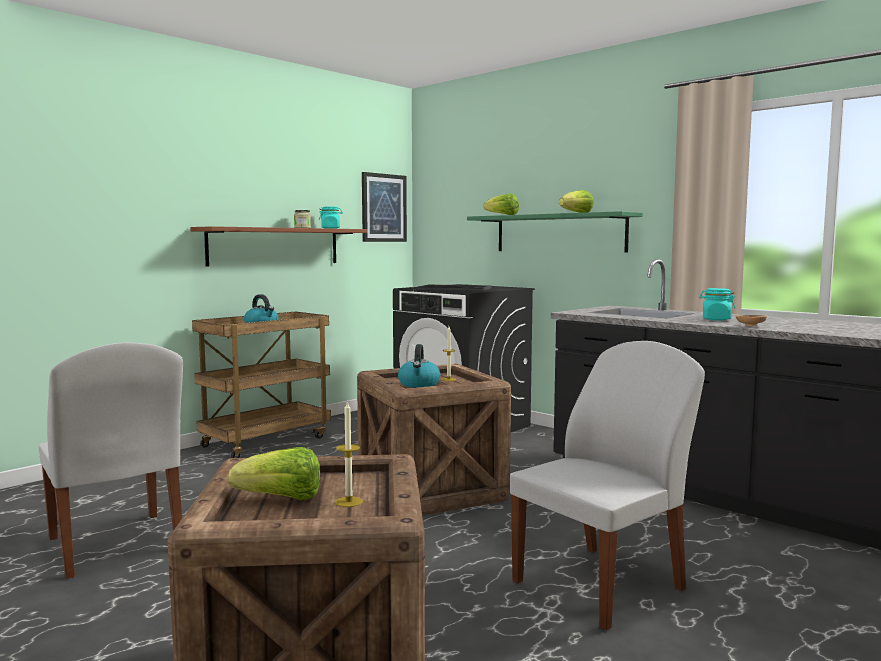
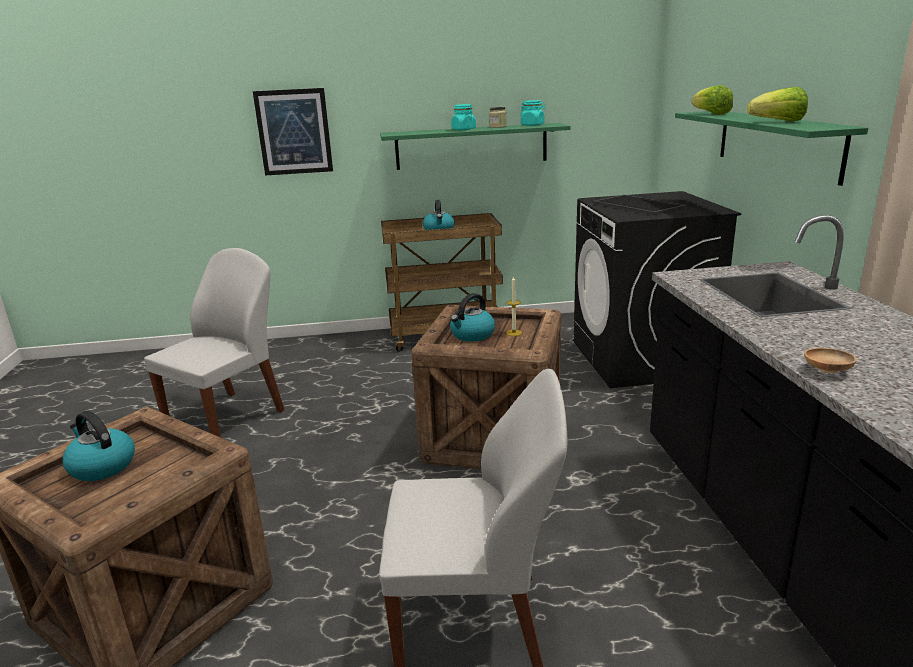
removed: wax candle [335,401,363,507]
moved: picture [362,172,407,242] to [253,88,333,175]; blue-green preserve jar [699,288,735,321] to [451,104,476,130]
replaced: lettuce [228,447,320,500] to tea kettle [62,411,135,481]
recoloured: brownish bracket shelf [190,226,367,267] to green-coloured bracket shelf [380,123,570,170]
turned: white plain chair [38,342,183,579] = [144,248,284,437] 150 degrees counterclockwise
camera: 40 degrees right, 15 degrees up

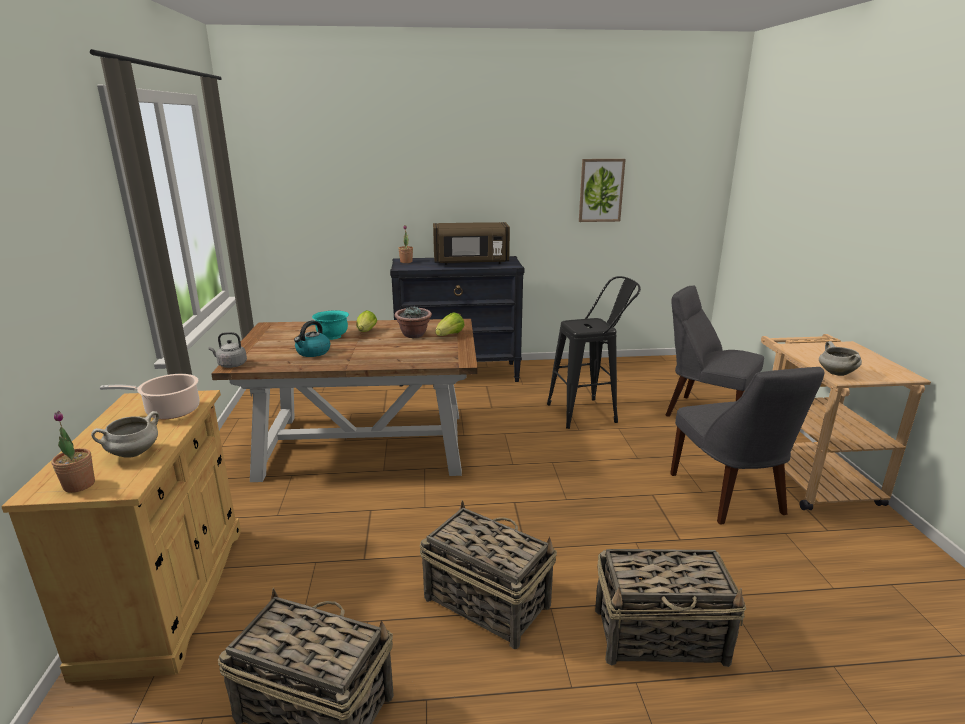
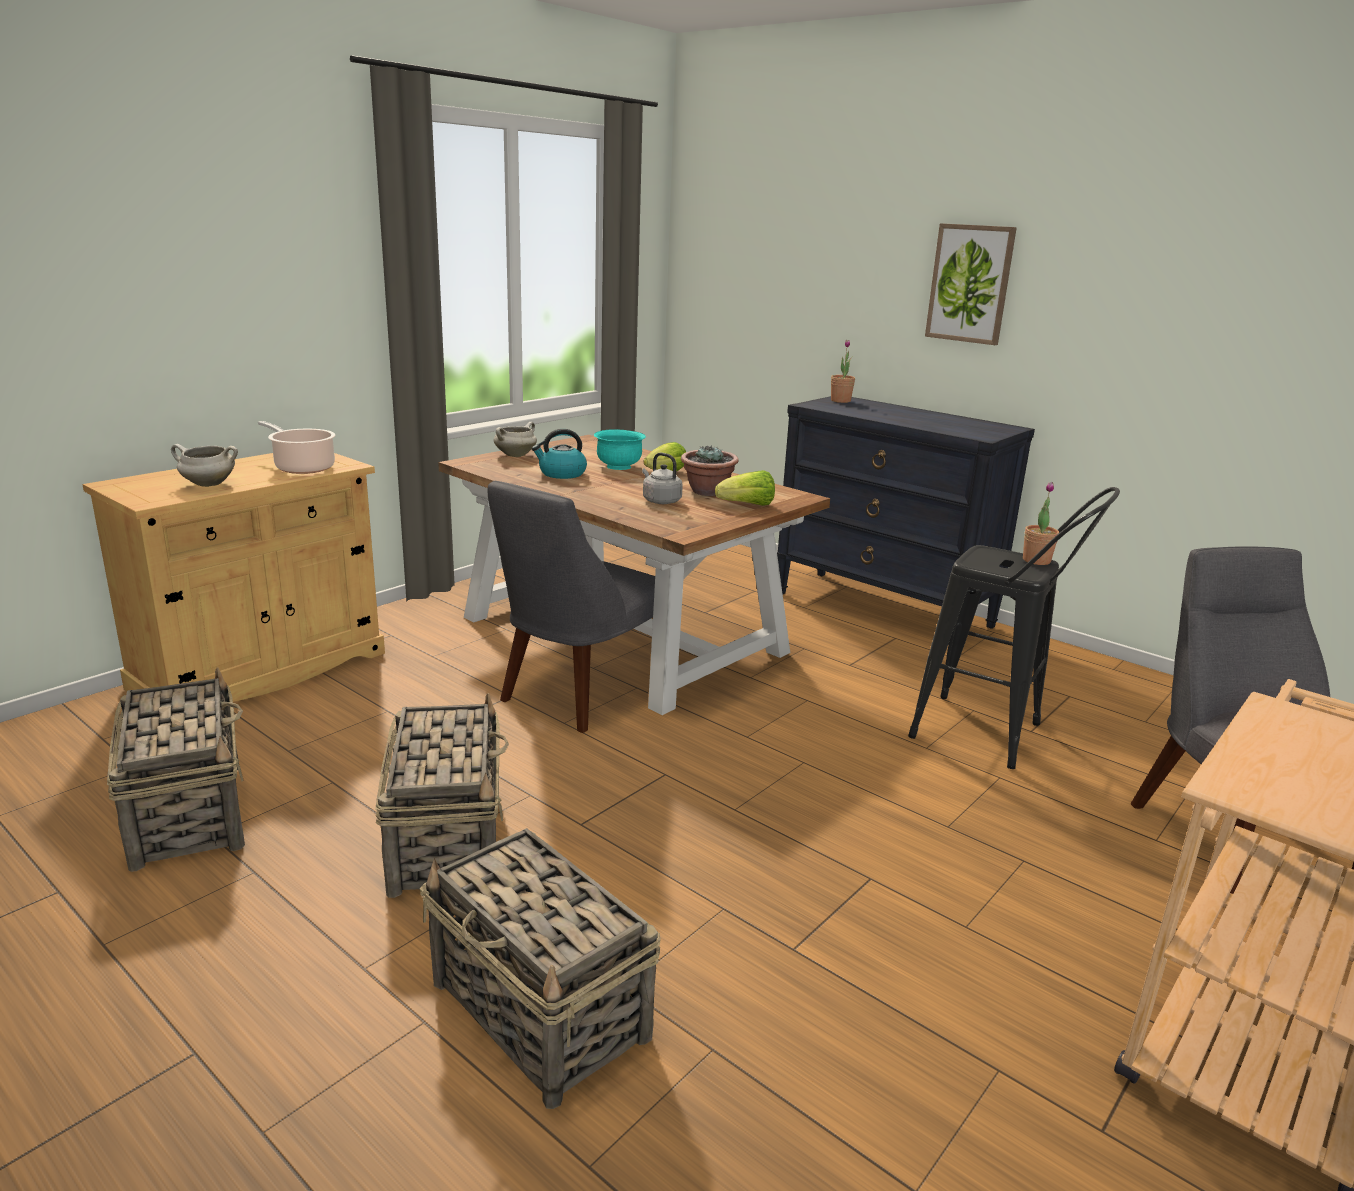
removed: brownish microwave oven [433,222,510,265]
moved: houseplant [51,411,95,493] to [1023,482,1059,565]; greyish tea kettle [209,332,247,368] to [642,452,683,504]; picture [579,159,626,222] to [925,223,1017,345]; greyish plain chair [670,367,824,525] to [488,481,655,733]; white cooking pot [819,341,862,376] to [494,422,537,457]
camera: 45 degrees right, 0 degrees up

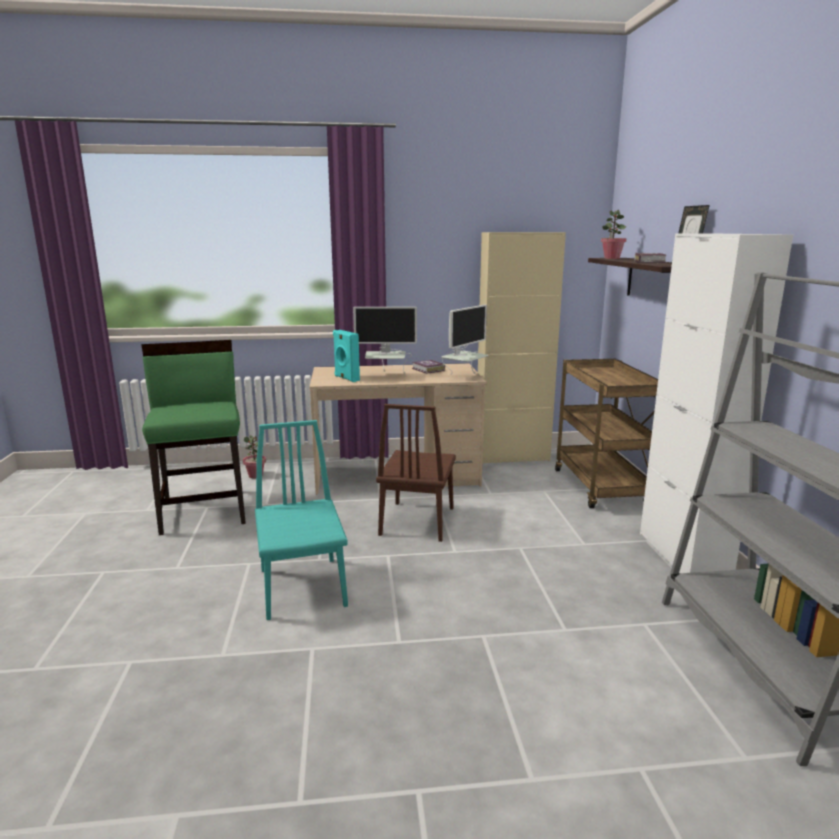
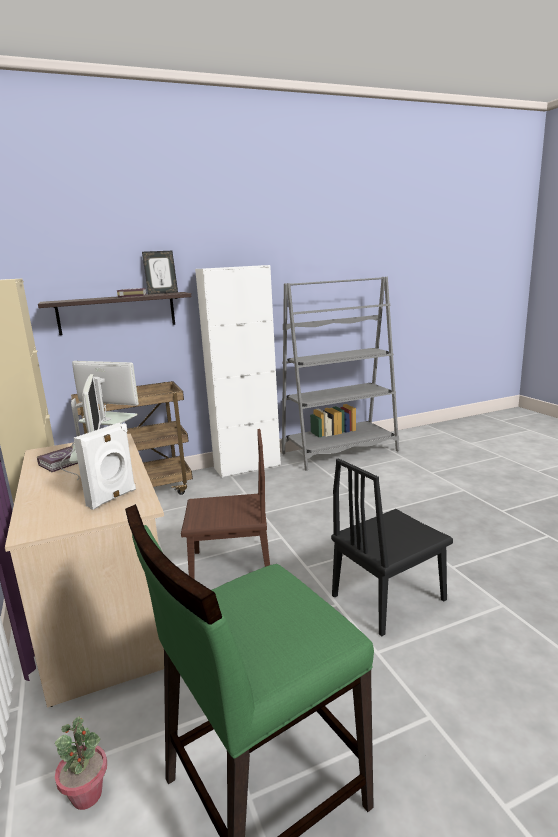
removed: houseplant [601,210,627,259]
recoloured: blue-green plain chair [255,420,348,620] to black-coloured plain chair [331,458,453,636]; blue-green loudspeaker [333,330,360,382] to white loudspeaker [74,423,136,510]
camera: 105 degrees left, 0 degrees up

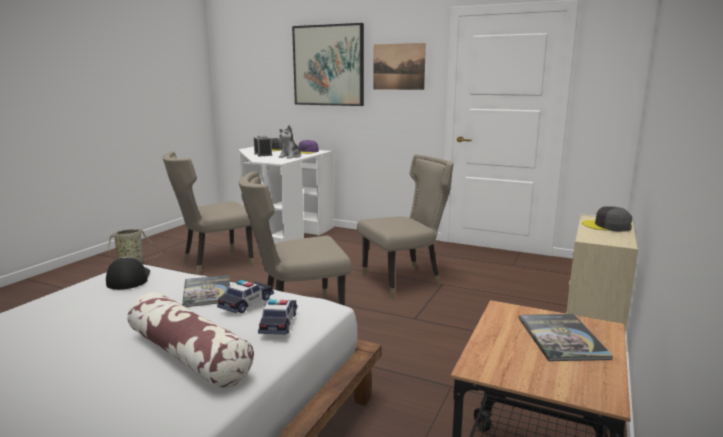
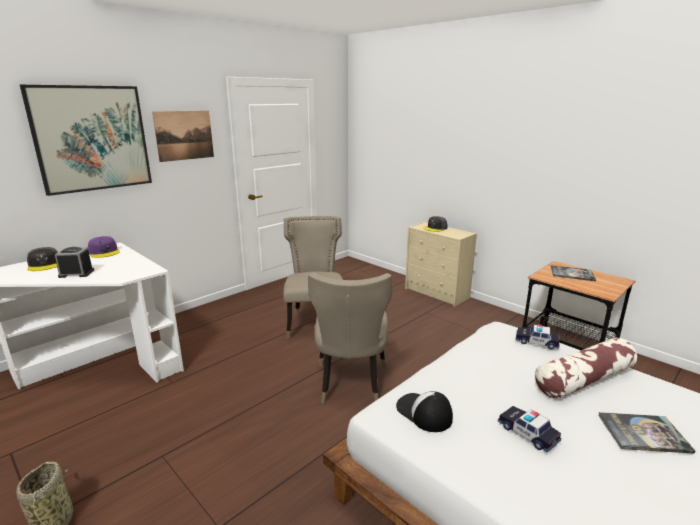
removed: beige plain chair [163,151,254,275]; plush toy [279,125,301,158]
moved: bound book [182,275,230,307] to [598,412,695,454]; miniature car [217,280,274,313] to [498,406,562,452]
turned: cap [106,257,150,290] = [396,391,453,432] 45 degrees clockwise
camera: 70 degrees left, 5 degrees up

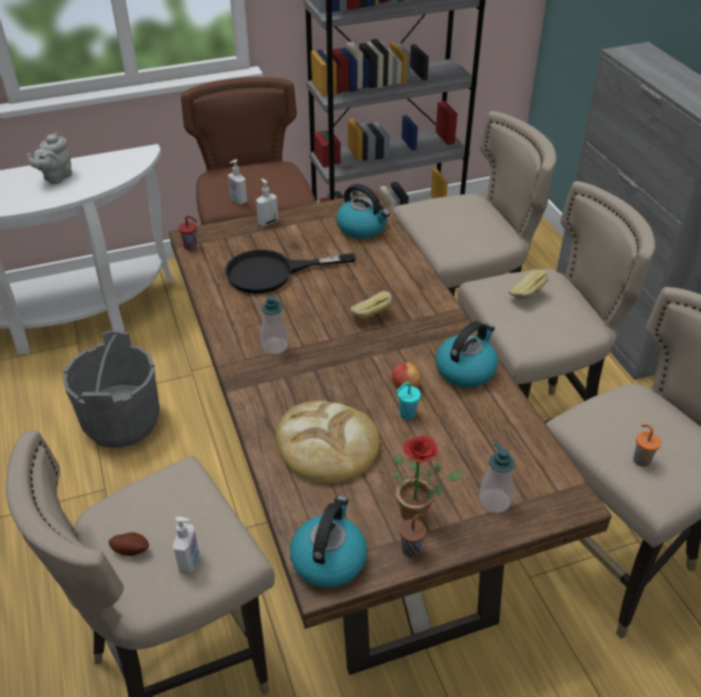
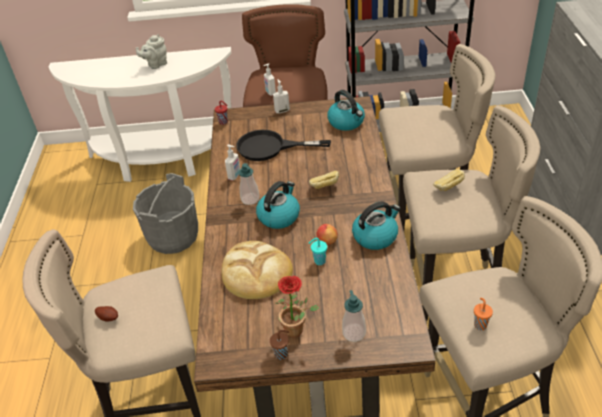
moved: liquid soap bottle [173,516,199,574] to [225,144,240,180]; tea kettle [290,496,367,588] to [256,181,300,229]
camera: 20 degrees right, 0 degrees up

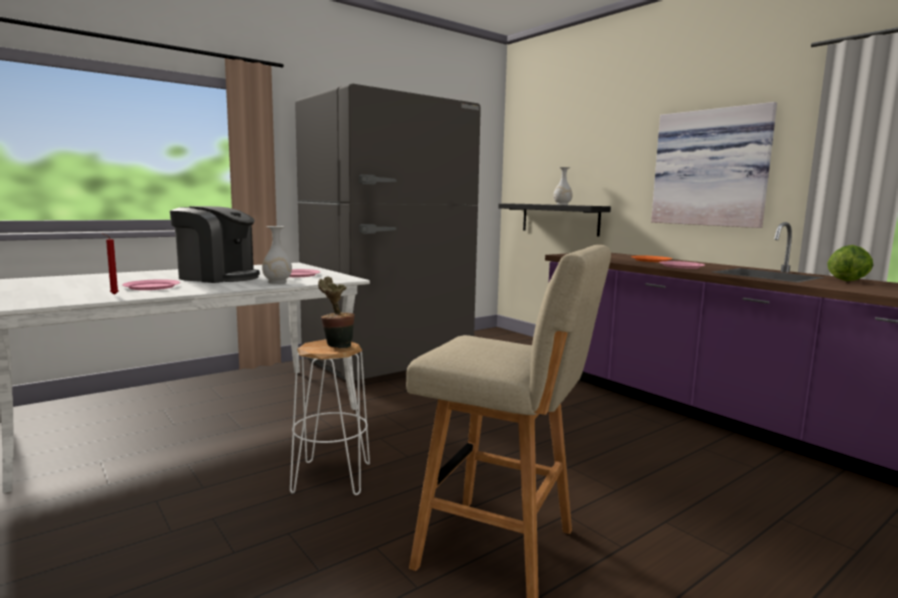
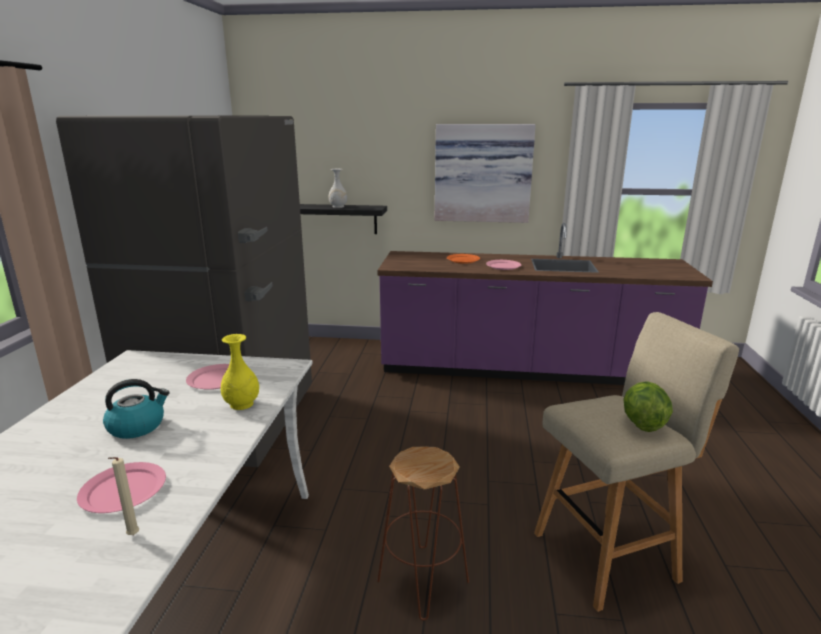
removed: houseplant [318,277,355,348]
moved: lettuce [827,245,873,281] to [624,381,673,432]
replaced: coffee machine [170,206,260,283] to tea kettle [103,379,169,439]
recoloured: reddish wax candle [102,233,118,295] to beige wax candle [108,457,139,535]; white vase [262,226,292,284] to yellow vase [220,334,259,410]; white sitting stool [290,339,370,495] to brownish sitting stool [377,447,469,621]
camera: 45 degrees left, 10 degrees up

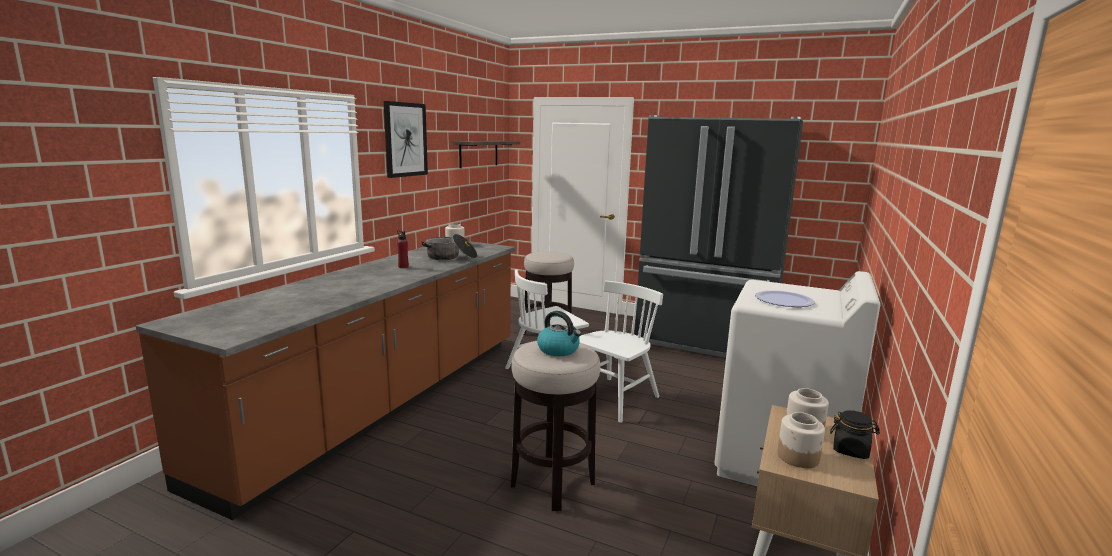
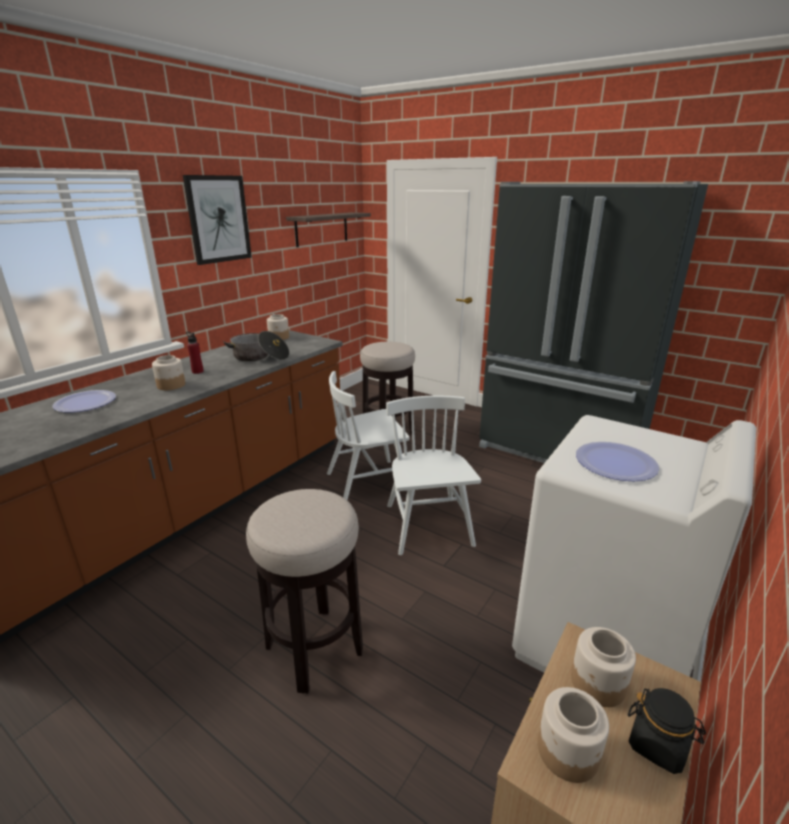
removed: tea kettle [537,311,582,356]
added: dinner plate [52,390,116,412]; preserve jar [152,355,185,390]
turned: white plain chair [579,281,663,423] = [386,396,481,555] 60 degrees counterclockwise
camera: 10 degrees right, 10 degrees up

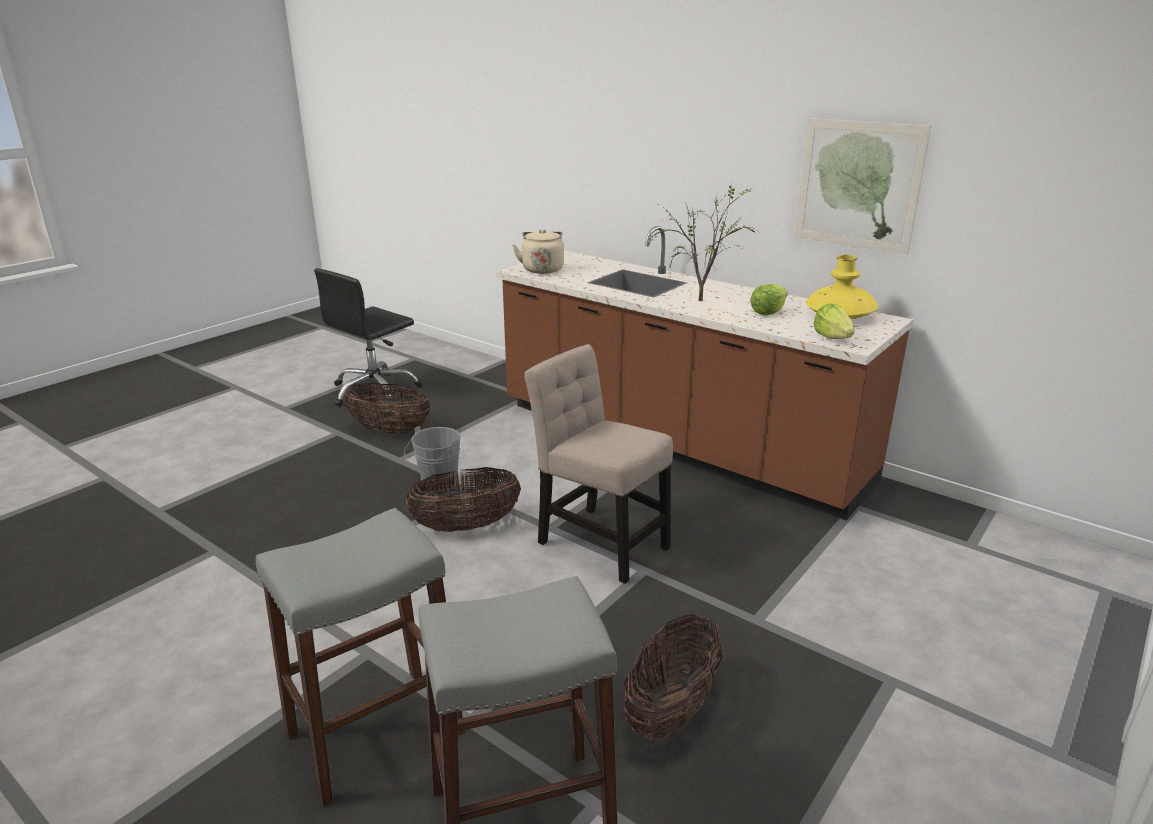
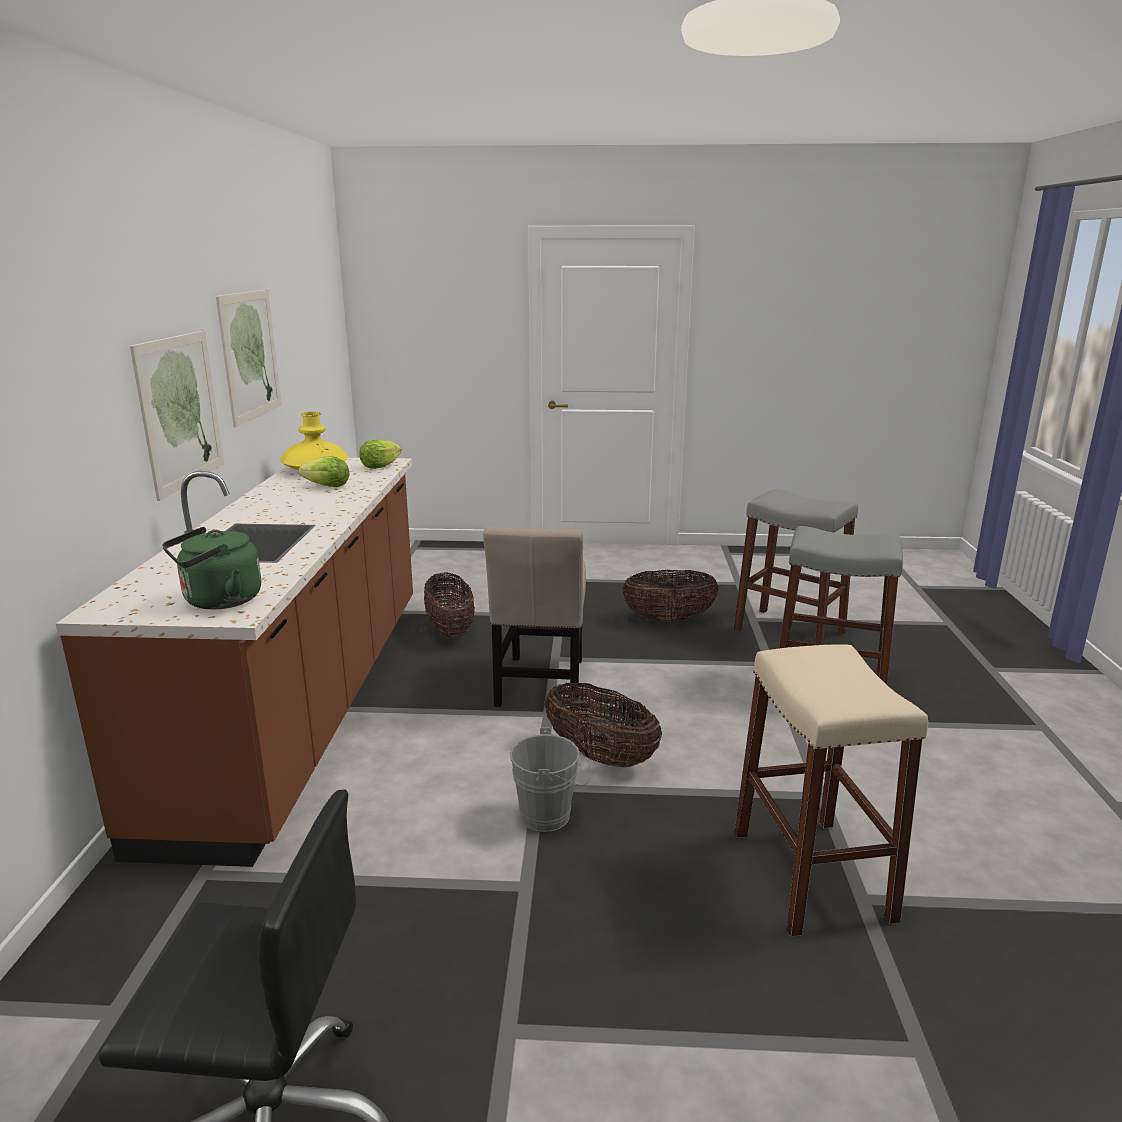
removed: houseplant [648,180,756,301]
added: picture [130,331,224,501]; beige sitting stool [735,644,928,937]
moved: basket [344,383,430,433] to [424,573,475,638]
recoloured: beige tea kettle [512,229,564,274] to green-coloured tea kettle [162,527,261,610]
camera: 125 degrees left, 5 degrees down

